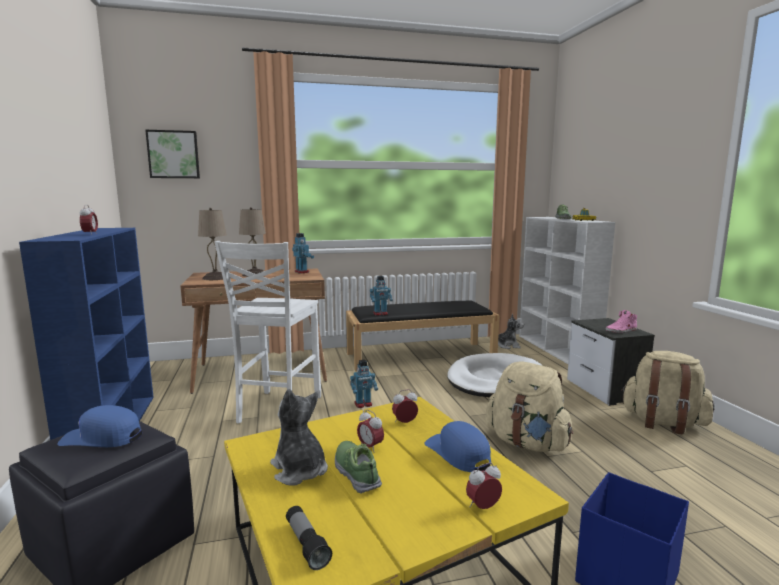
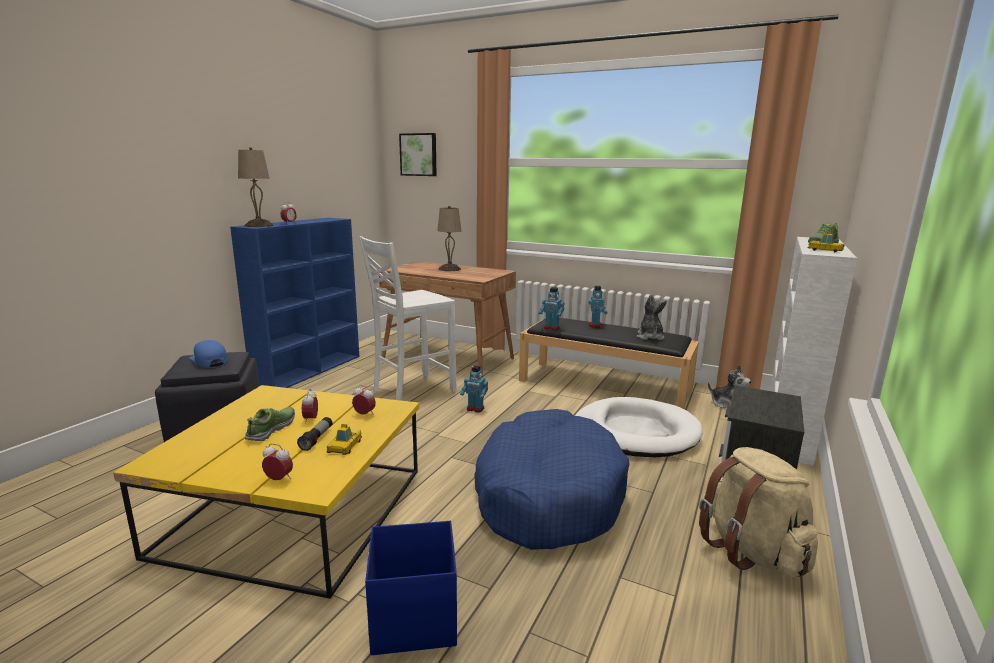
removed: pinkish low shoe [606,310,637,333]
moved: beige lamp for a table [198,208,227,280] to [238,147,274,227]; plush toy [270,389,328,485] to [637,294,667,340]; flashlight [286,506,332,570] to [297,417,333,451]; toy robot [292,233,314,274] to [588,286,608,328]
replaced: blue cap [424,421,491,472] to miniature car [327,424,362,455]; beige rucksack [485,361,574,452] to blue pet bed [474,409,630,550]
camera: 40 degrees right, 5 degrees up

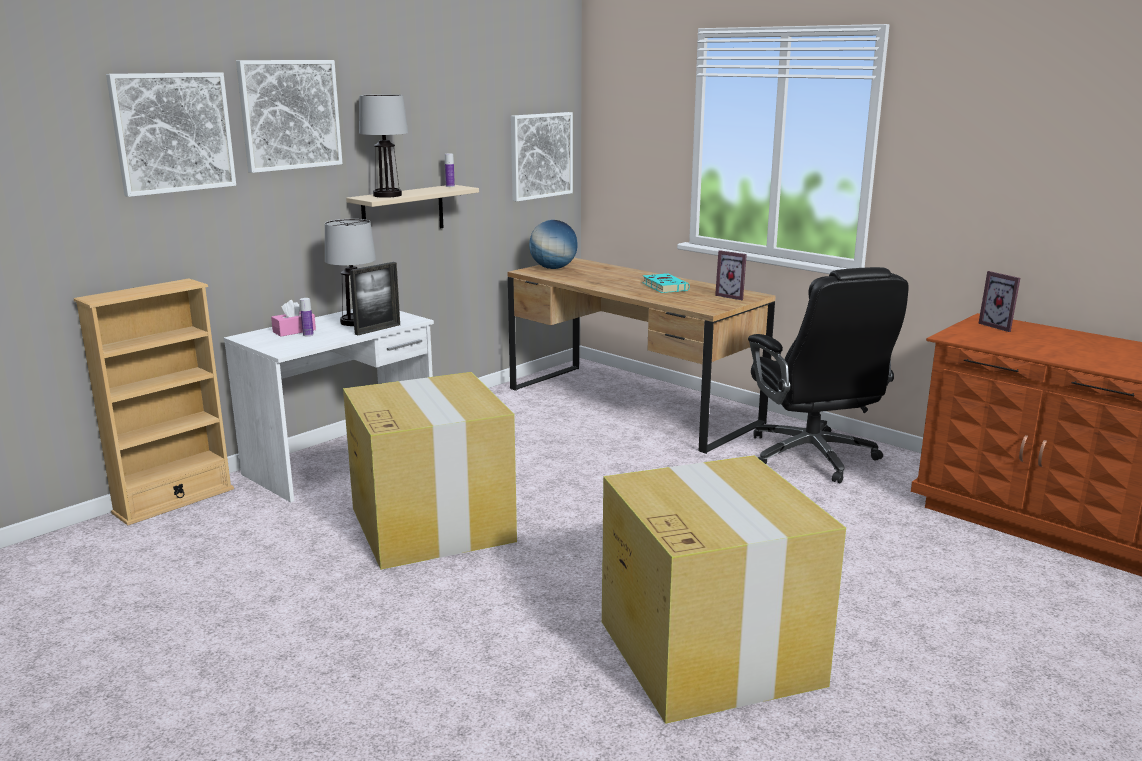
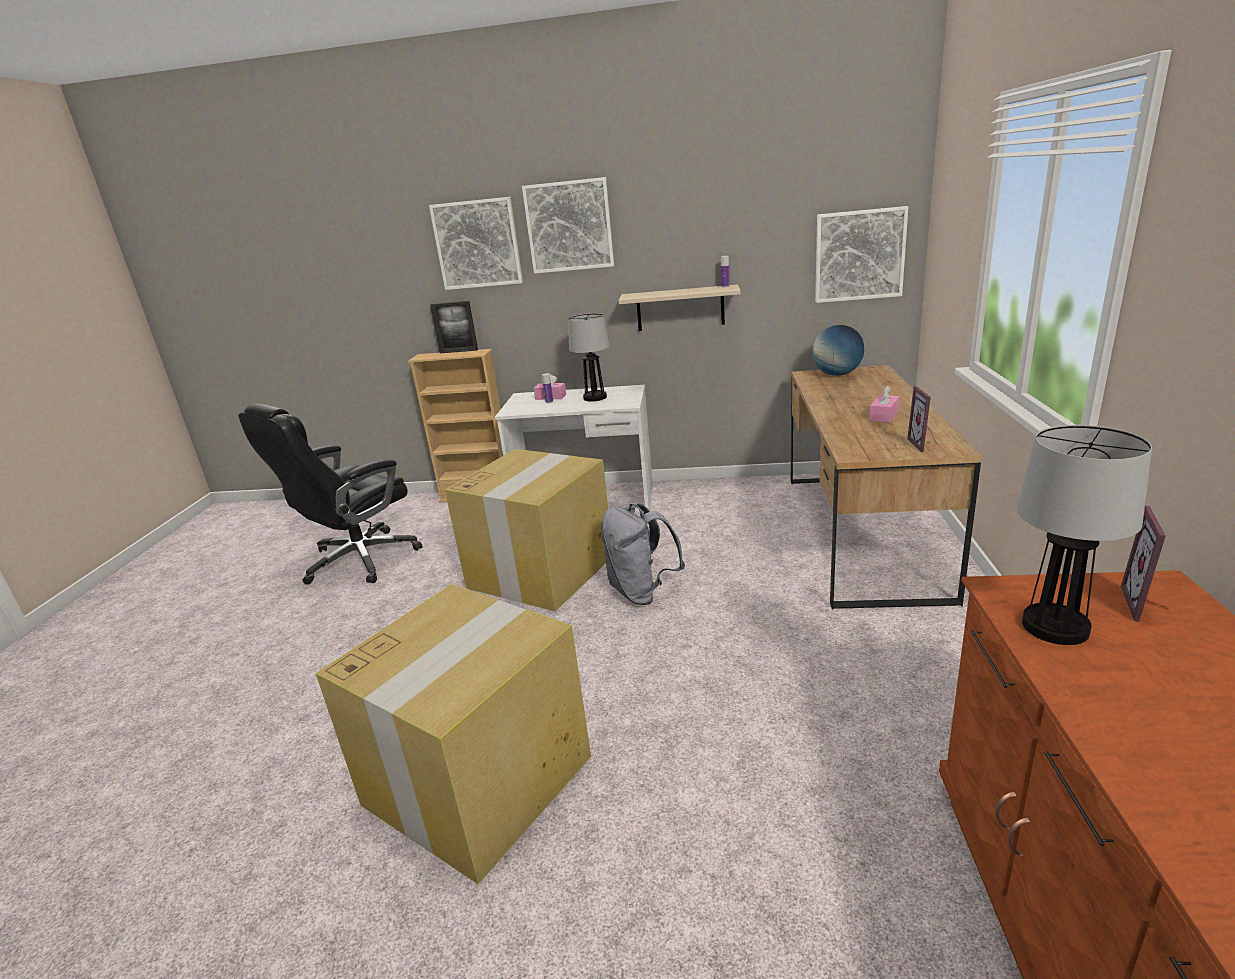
added: greyish rucksack [601,503,685,605]
moved: picture frame [350,262,400,335] to [430,301,478,353]; lamp for a table [359,94,408,198] to [1017,425,1152,645]; black-coloured computer chair [748,267,909,483] to [238,403,423,585]
replaced: blue-green bound book [642,274,690,293] to pinkish tissue box [869,386,899,423]
camera: 55 degrees right, 5 degrees up

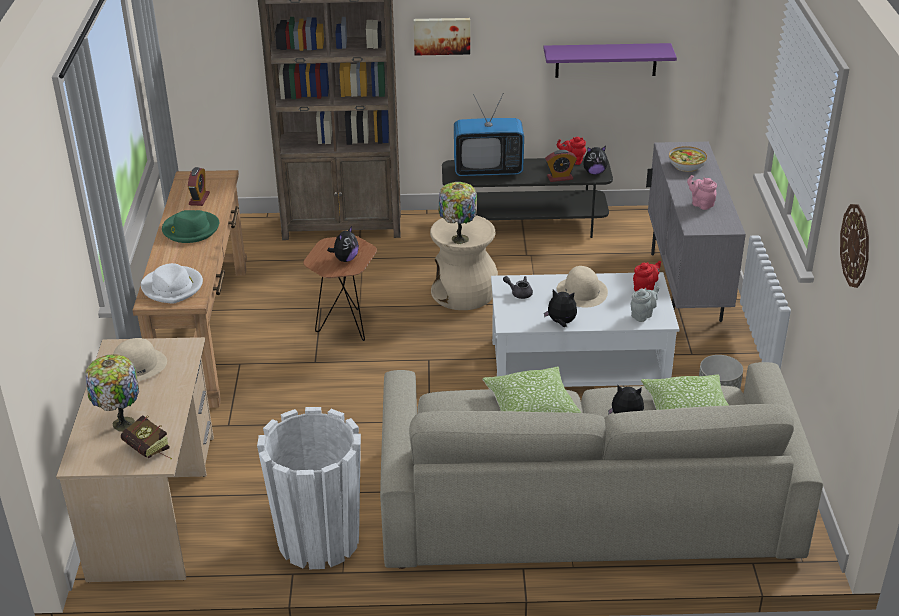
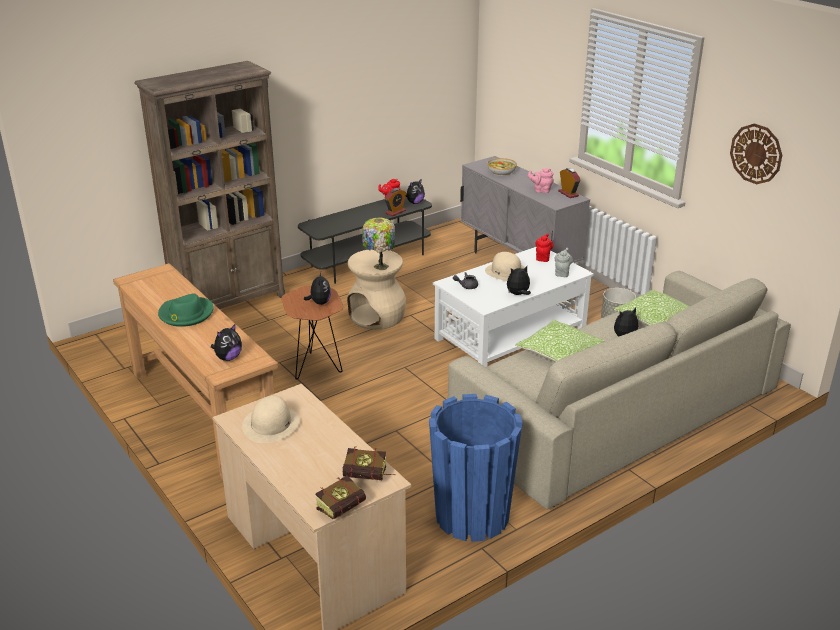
removed: lamp for a table [85,354,139,432]; picture [414,18,470,56]; TV [454,93,524,176]; purplish bracket shelf [543,43,677,78]
added: bound book [316,475,366,519]
moved: bedside clock [188,167,210,206] to [558,168,581,198]
replaced: white hat [141,263,203,304] to plush toy [211,324,242,361]
recoloured: white flower pot [257,407,361,569] to blue flower pot [429,394,523,542]
camera: 35 degrees left, 5 degrees down

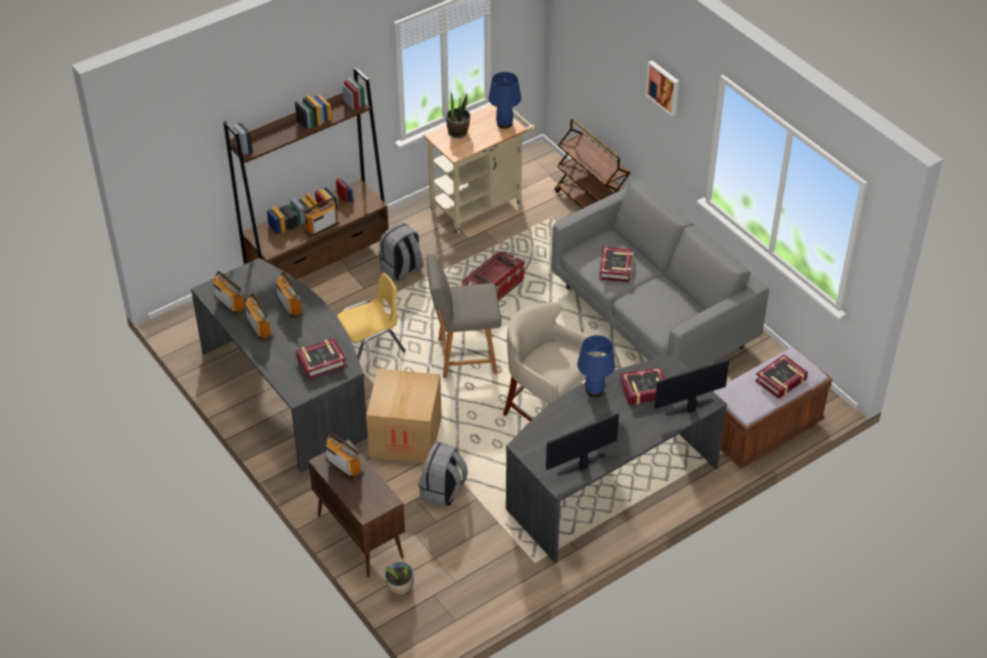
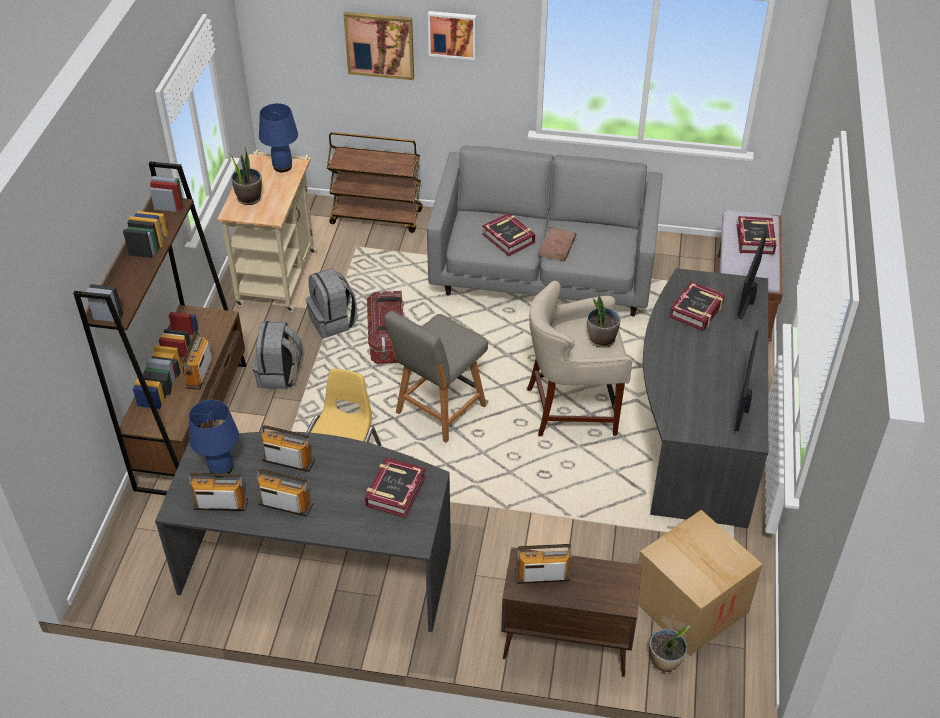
added: picture [343,12,414,80]; brownish bound book [538,227,576,261]; houseplant [587,288,621,348]
moved: packing box [366,368,442,463] to [638,510,763,656]; greyish rucksack [418,442,468,507] to [306,268,357,338]; blue lamp for a table [577,335,615,397] to [189,400,239,477]
camera: 45 degrees left, 0 degrees up

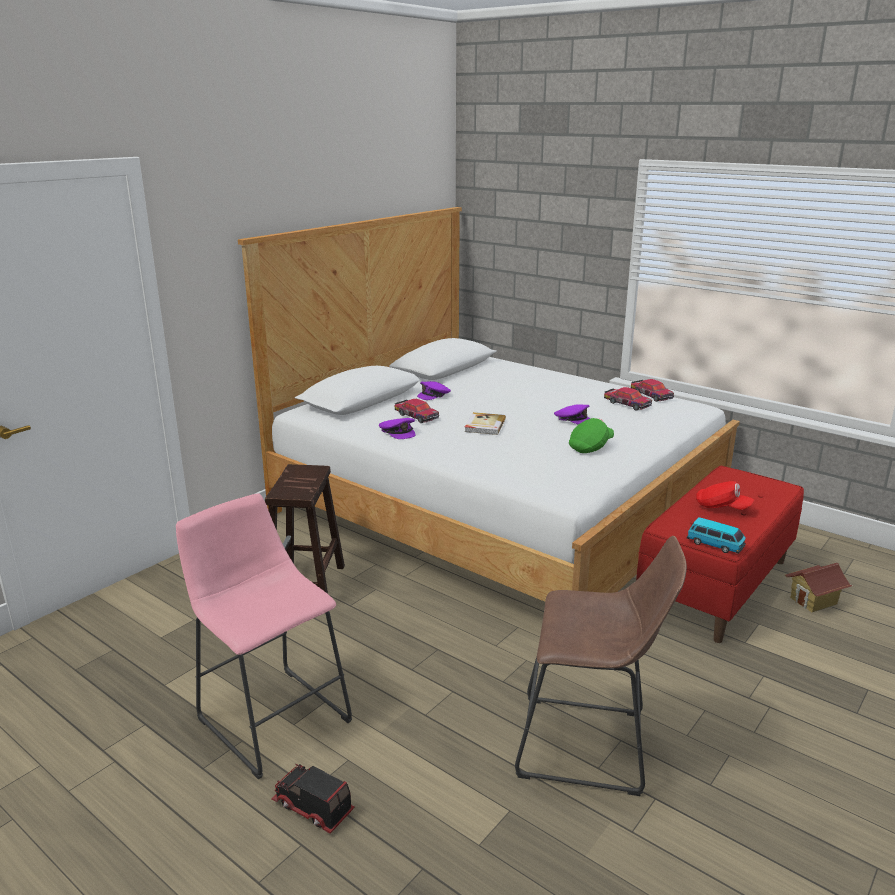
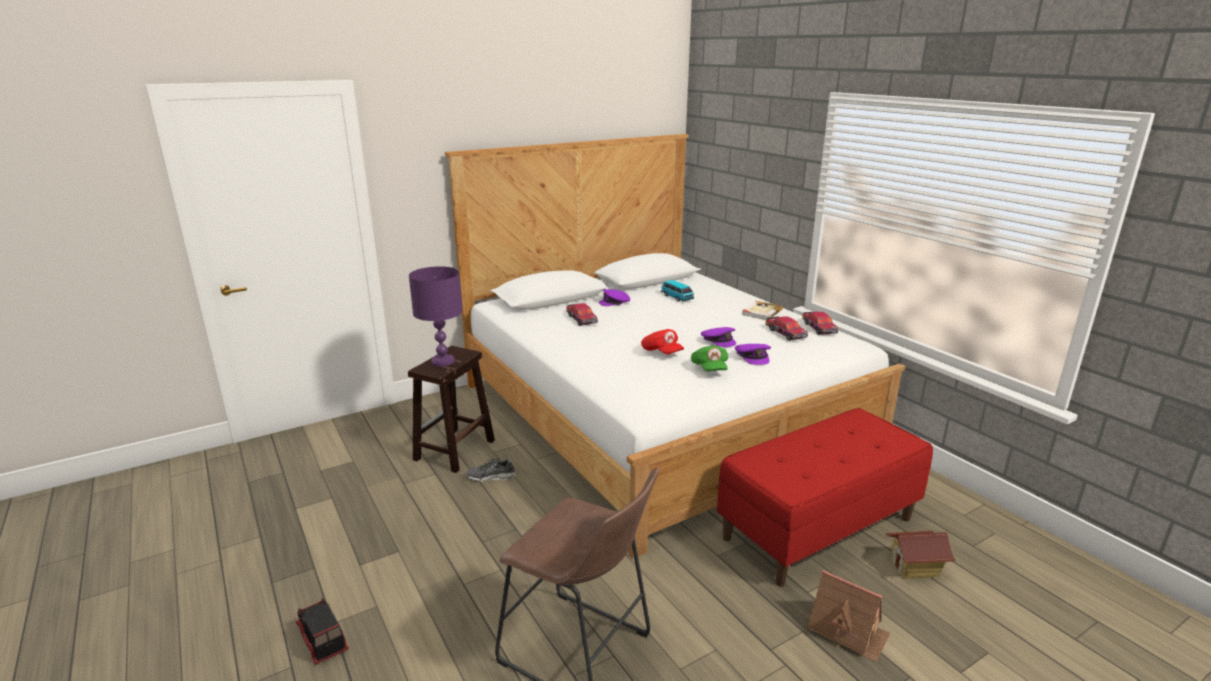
removed: pinkish sitting stool [176,493,352,779]
added: purplish lamp for a table [409,266,463,366]; low shoe [466,458,515,482]; toy house [807,570,890,662]
moved: purplish cap [379,418,416,439] to [735,344,771,365]; bound book [464,412,506,435] to [742,301,783,320]; miniature car [687,517,746,554] to [661,280,694,301]; reddish cap [696,481,755,510] to [641,329,684,354]
turned: green-coloured cap [569,418,614,453] = [691,346,728,372] 105 degrees clockwise
camera: 20 degrees right, 0 degrees up

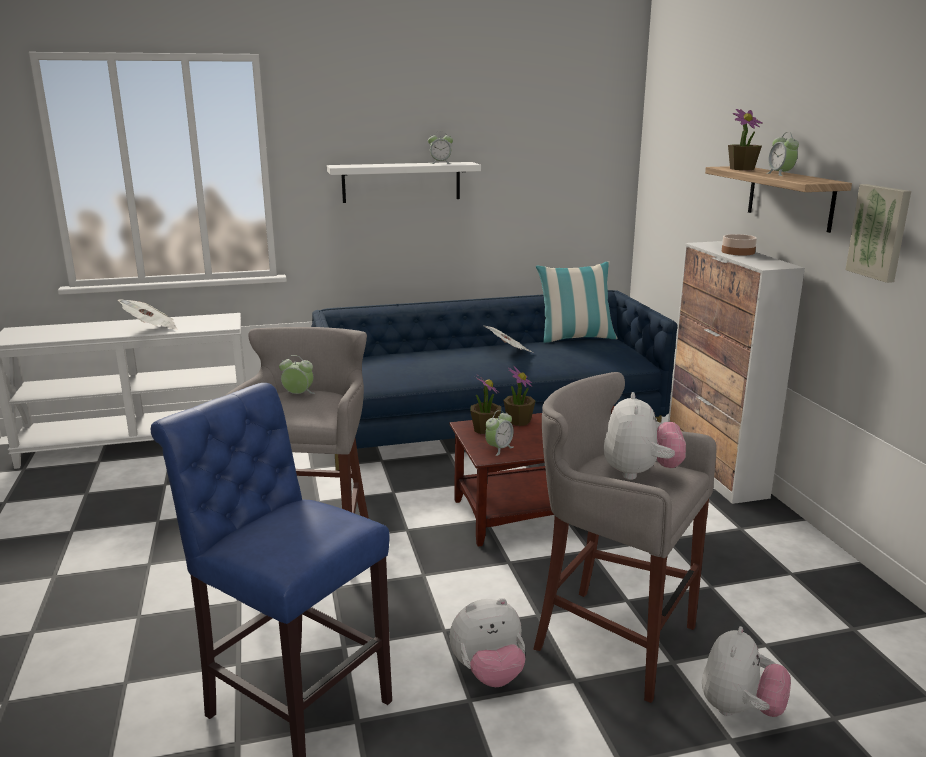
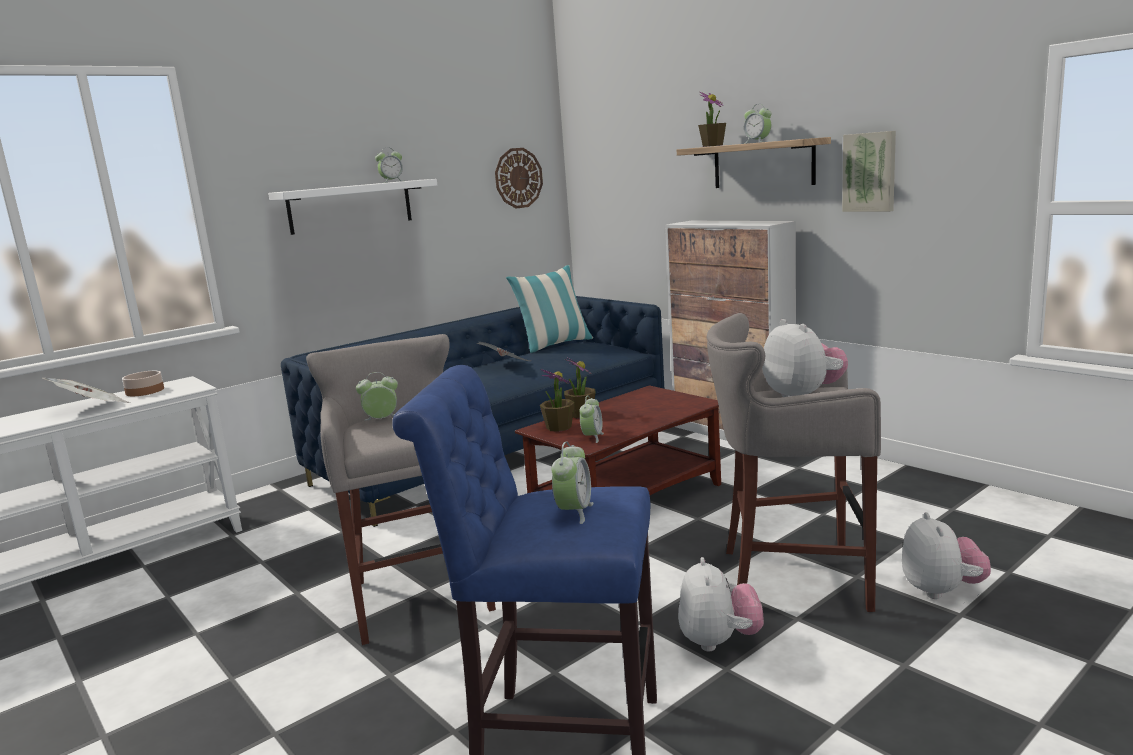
added: wall clock [495,148,543,209]; bedside clock [551,442,594,524]
moved: deep dish [722,234,757,255] to [122,371,164,396]
turned: plush toy [449,598,526,687] = [678,557,764,652] 45 degrees counterclockwise
camera: 25 degrees left, 5 degrees down

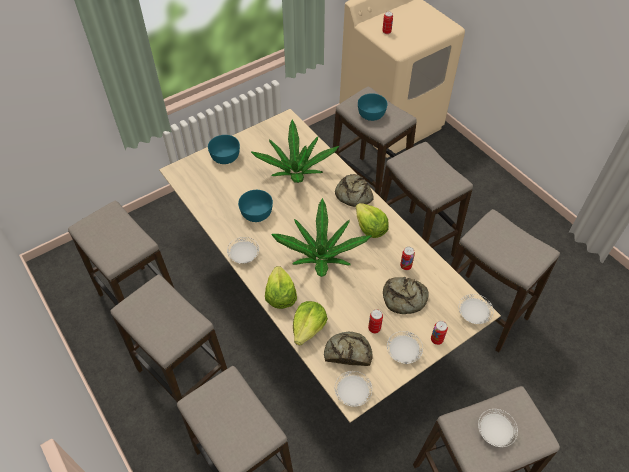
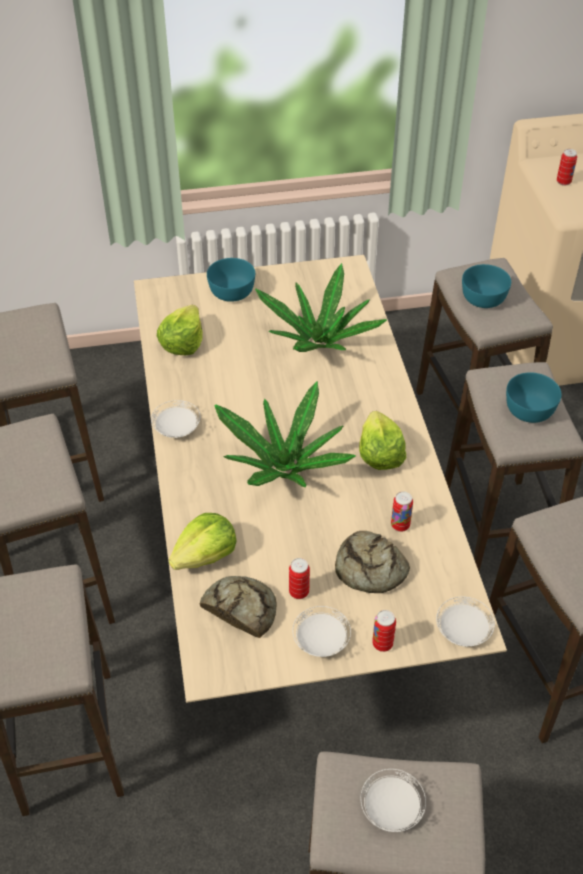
removed: baked bread [335,174,374,207]; white dinner plate [335,371,372,407]
moved: blue-green deep dish [238,190,273,222] to [506,372,562,423]; lettuce [265,266,297,309] to [157,305,203,355]
camera: 25 degrees right, 5 degrees down

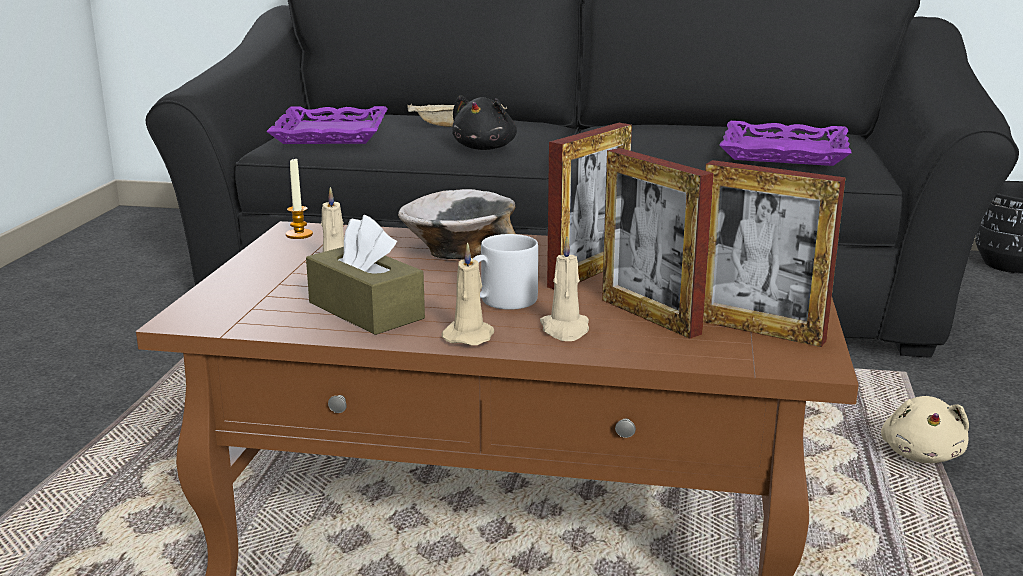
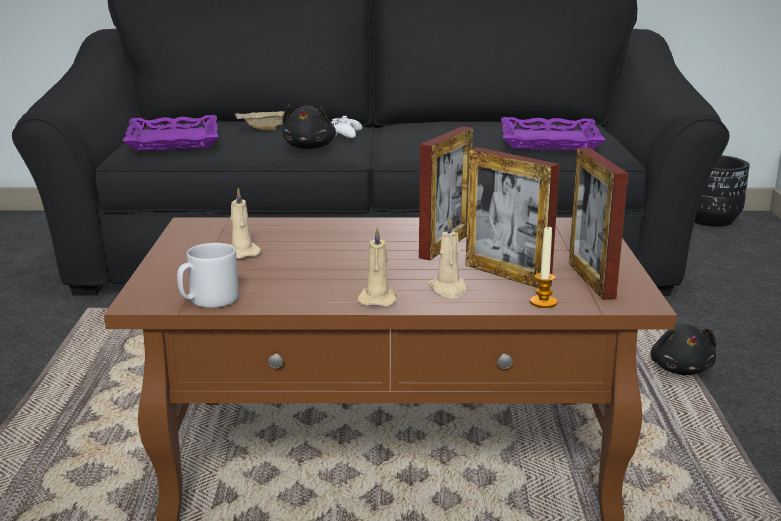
removed: brownish tissue box [306,215,425,335]; deep dish [398,189,516,259]
added: white game controller [331,116,362,138]
moved: wax candle [286,157,313,239] to [530,225,557,308]; greyish mug [473,234,538,310] to [177,243,239,308]
recoloured: beige plush toy [881,396,969,463] to black-coloured plush toy [650,324,716,375]
turned: picture frame [703,160,846,347] = [569,148,628,300] 60 degrees clockwise
camera: 10 degrees left, 0 degrees up

